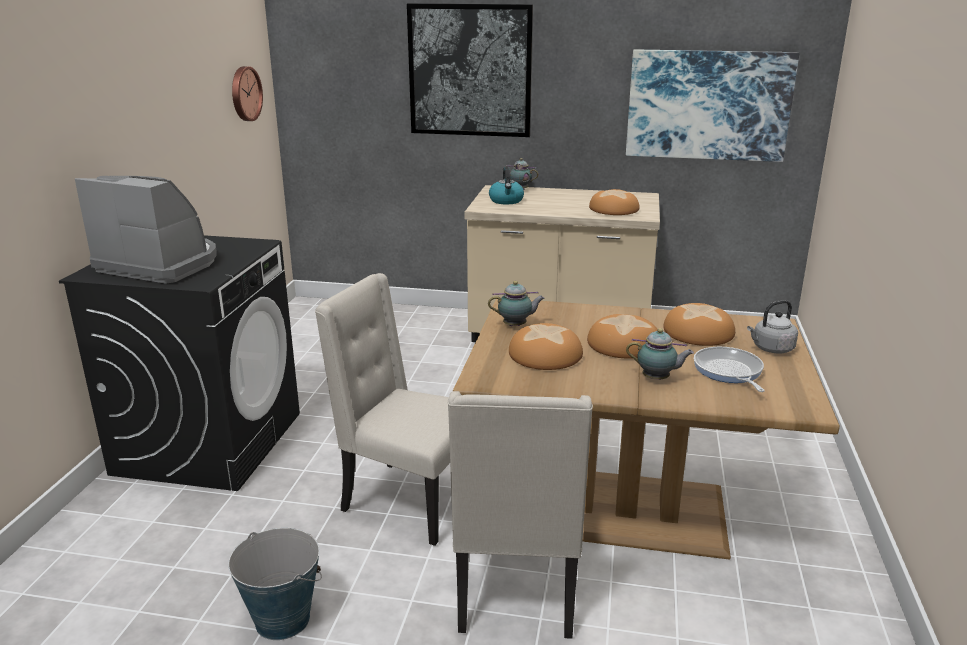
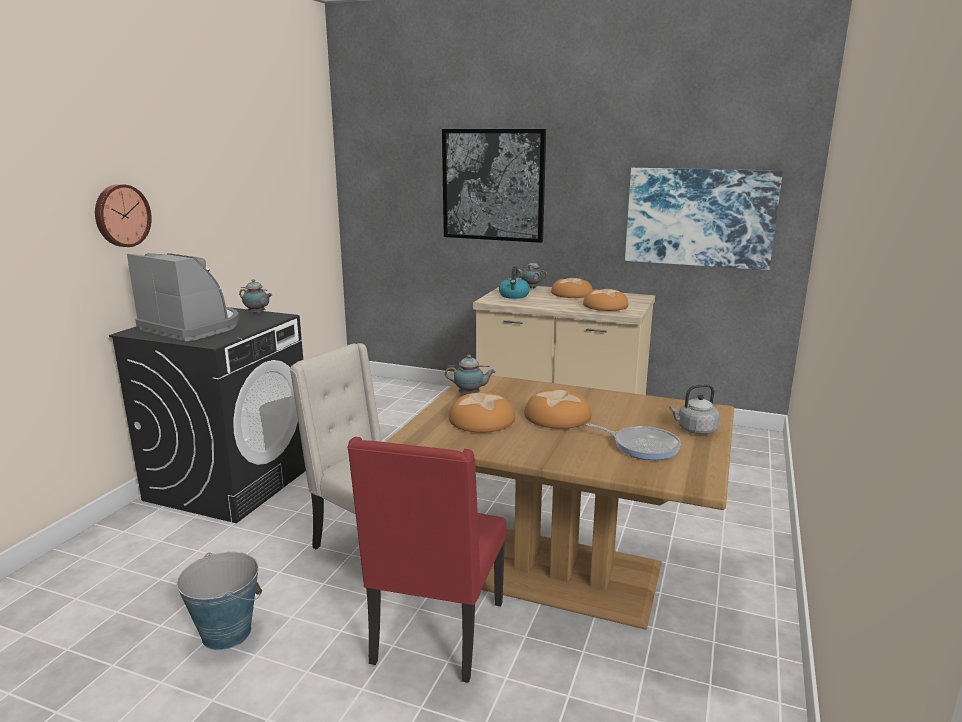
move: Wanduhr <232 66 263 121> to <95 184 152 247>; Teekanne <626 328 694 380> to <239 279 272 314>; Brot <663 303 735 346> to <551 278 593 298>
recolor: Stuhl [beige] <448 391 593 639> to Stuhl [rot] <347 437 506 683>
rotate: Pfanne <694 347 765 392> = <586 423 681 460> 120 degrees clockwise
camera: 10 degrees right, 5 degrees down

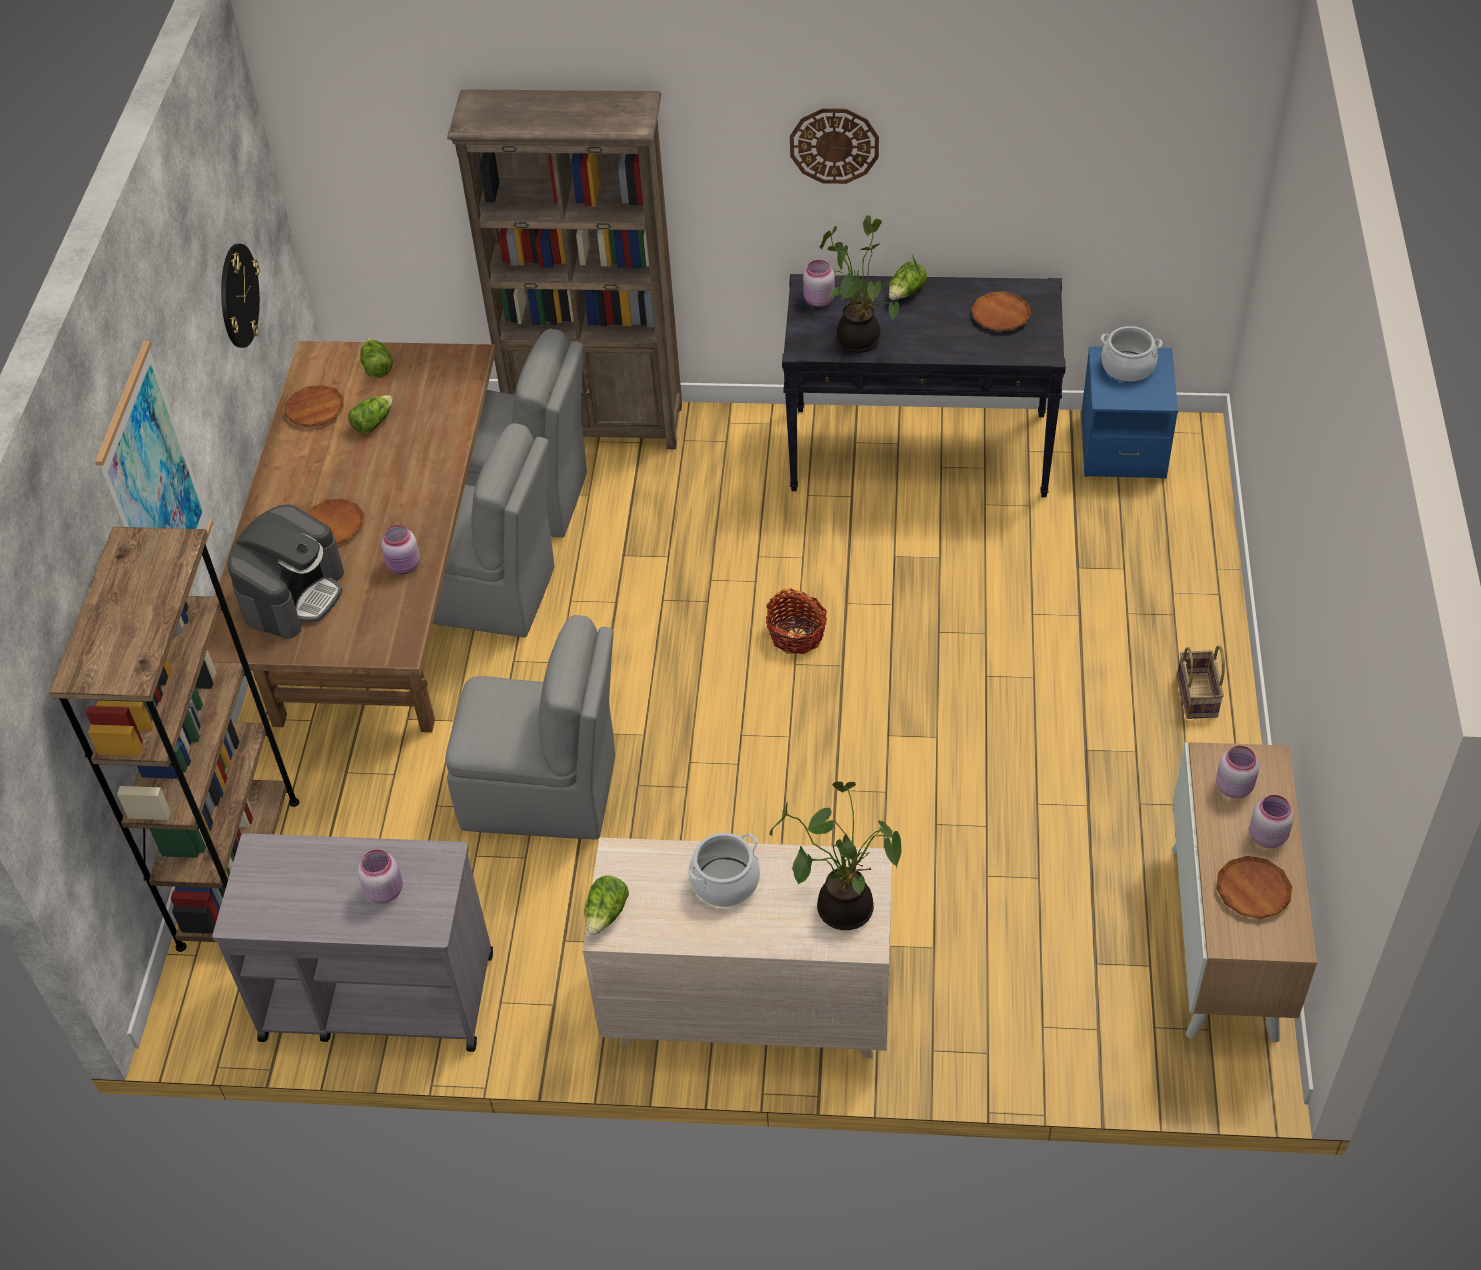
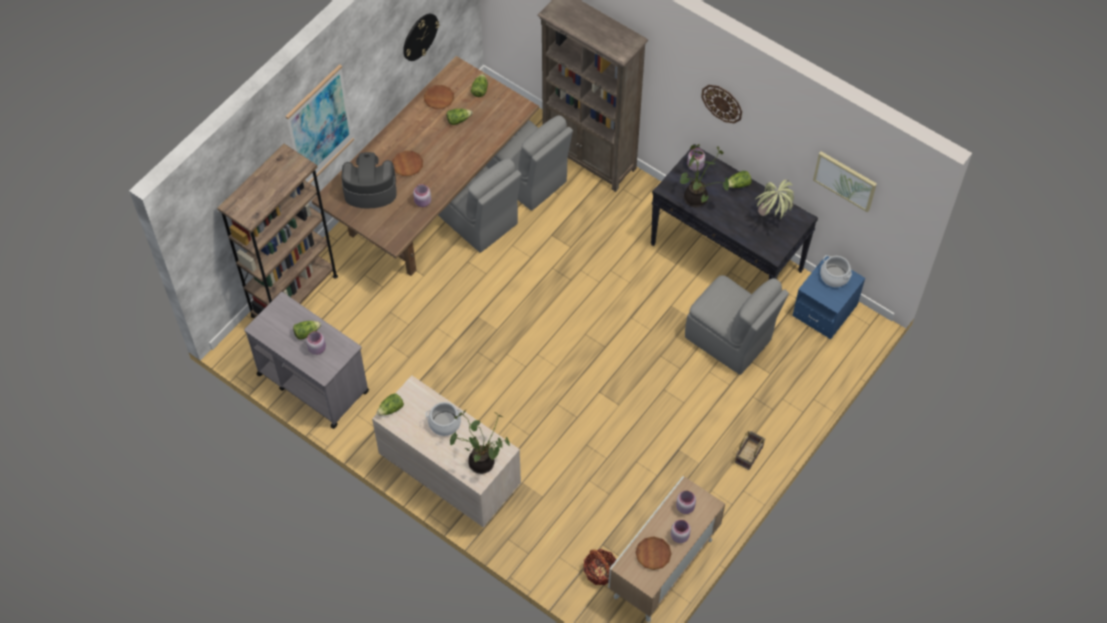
insert: Salatkopf <293 321 321 340>; Bild <813 151 877 213>
move: Stuhl [grau] <445 615 615 839> to <685 275 789 375>; Korb <766 588 827 654> to <583 549 616 585>
replace: Teller [braun] <971 291 1031 331> to Topfpflanze <755 180 794 219>
rotate: Kaffeemaschine <228 505 344 639> = <341 152 396 208> 150 degrees counterclockwise
camera: 30 degrees right, 10 degrees up

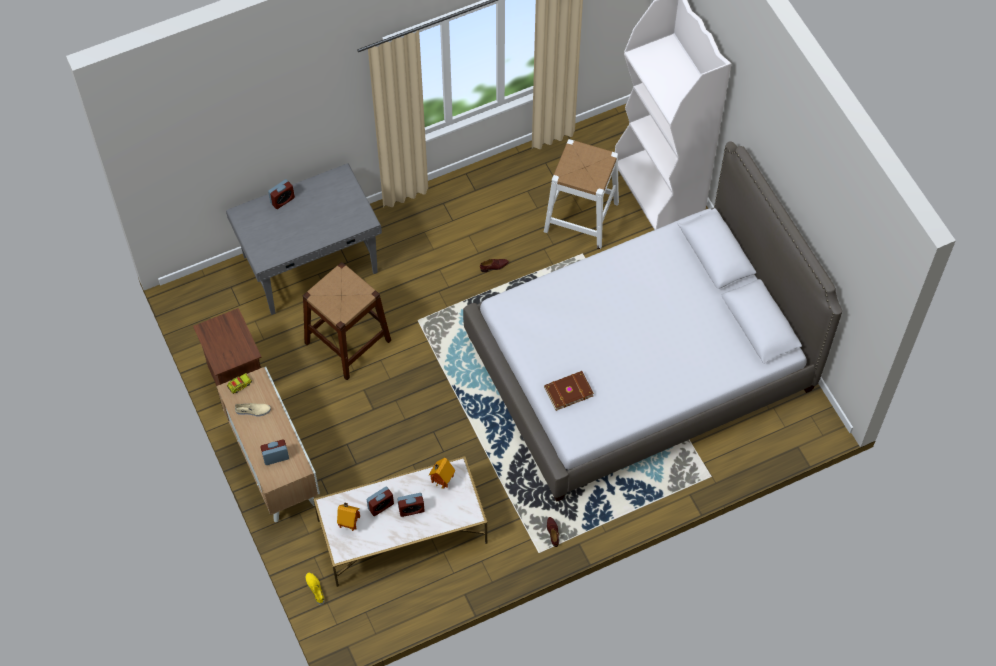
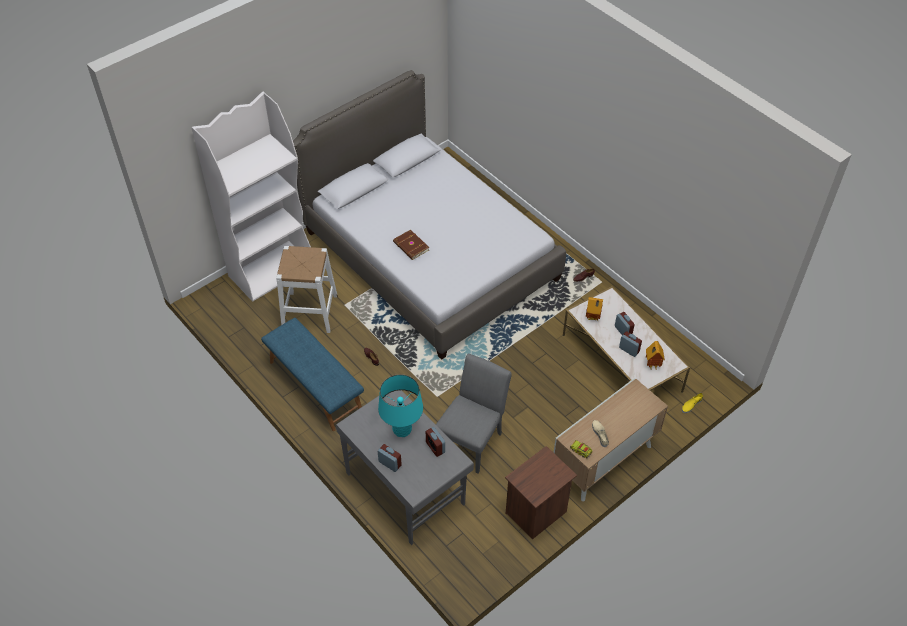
insert: Bank [blau] <261 318 364 431>; Tischlampe [türkis] <378 374 423 437>
move: Wecker <261 439 289 465> to <425 427 445 457>; Buch [braun] <544 371 594 411> to <393 230 429 260>
replace: Hocker [braun] <303 262 391 380> to Stuhl [grau] <436 354 512 474>
camera: 105 degrees left, 10 degrees down

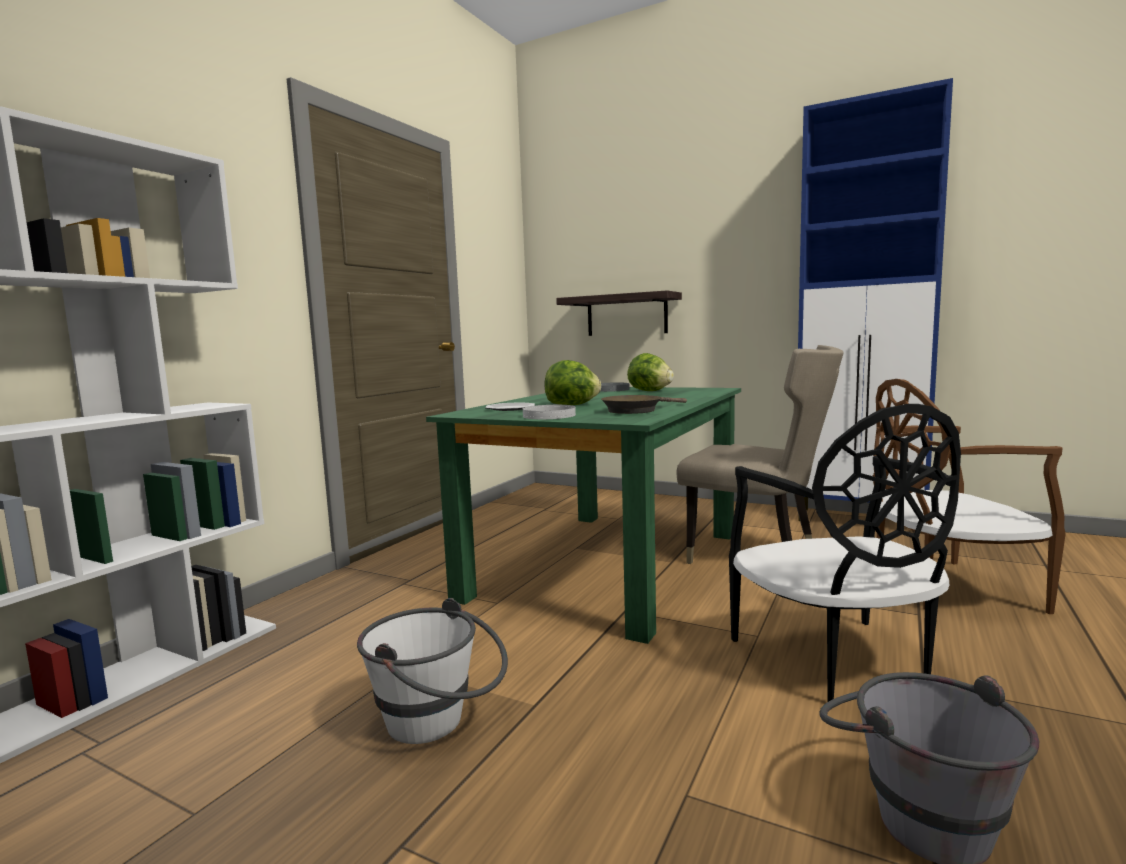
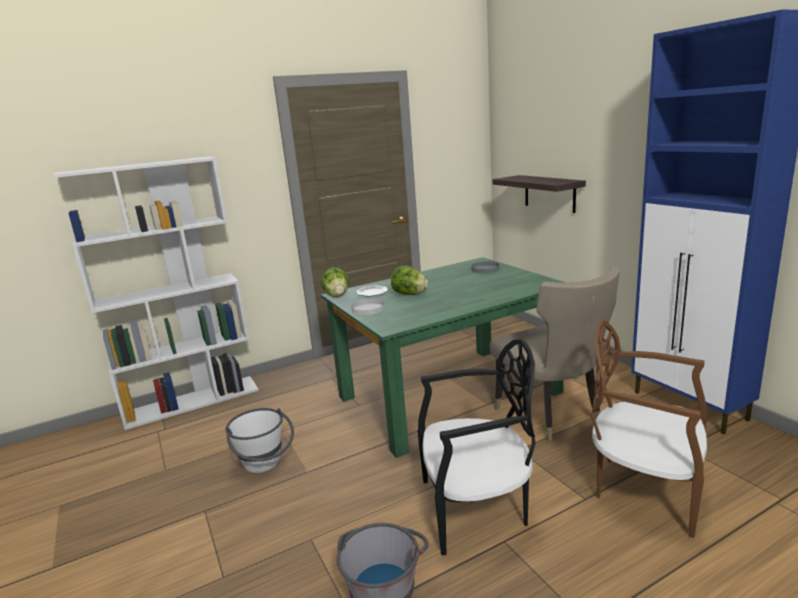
delete: Pfanne [braun] <601 395 687 414>
move: Salatkopf <627 353 674 391> to <321 267 349 298>
rotate: Stuhl [schwarz] <729 404 961 702> = <418 339 536 556> 120 degrees counterclockwise
camera: 35 degrees right, 10 degrees up

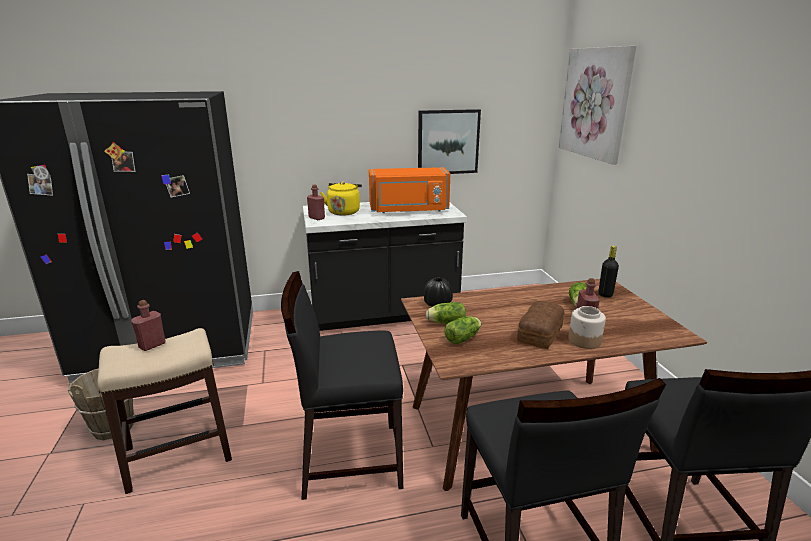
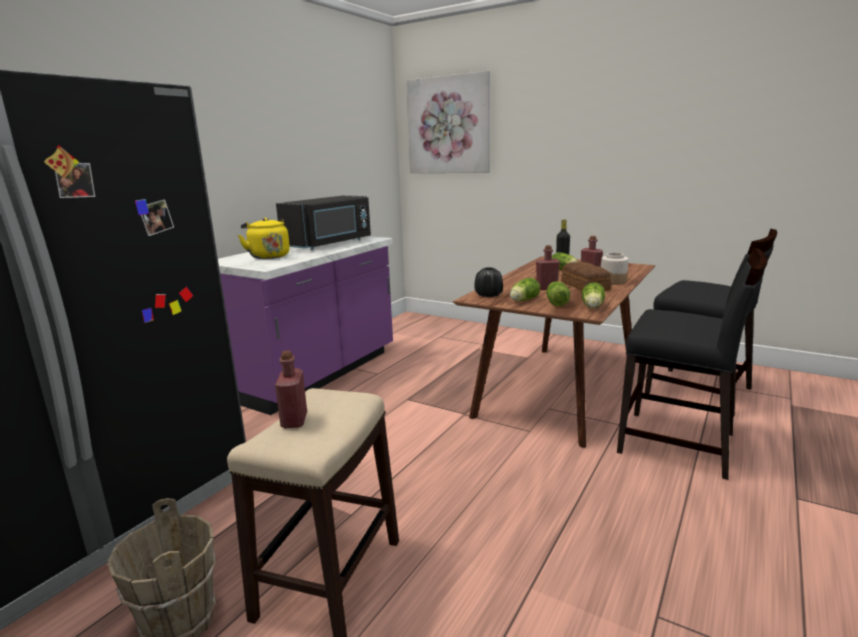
delete: Stuhl [schwarz] <281 271 403 500>; Bild <418 109 481 174>
insert: Salatkopf <582 282 605 308>
move: Flasche [rot] <307 185 325 220> to <536 245 560 290>
recolor: Küchenzeile [schwarz] <303 202 467 331> to Küchenzeile [lila] <218 236 393 415>; Mikrowelle [orange] <369 167 450 213> to Mikrowelle [schwarz] <276 195 371 250>
camera: 45 degrees left, 5 degrees down

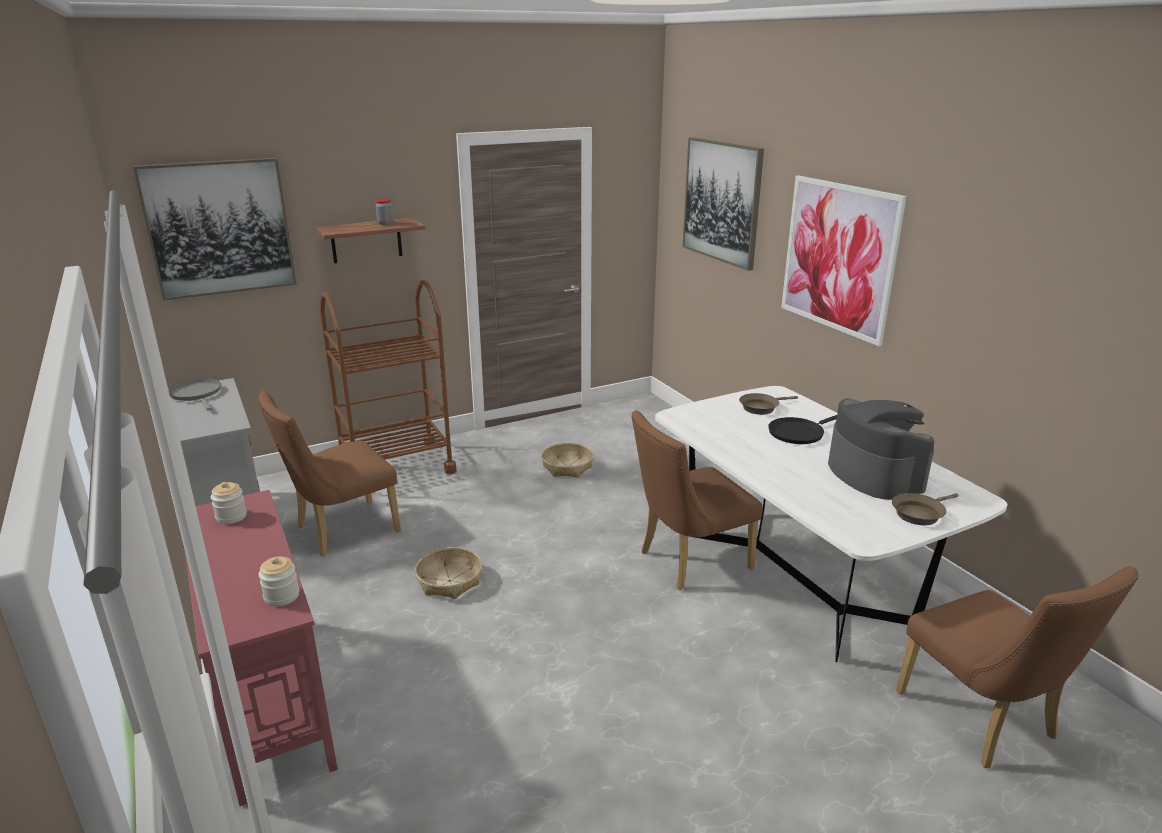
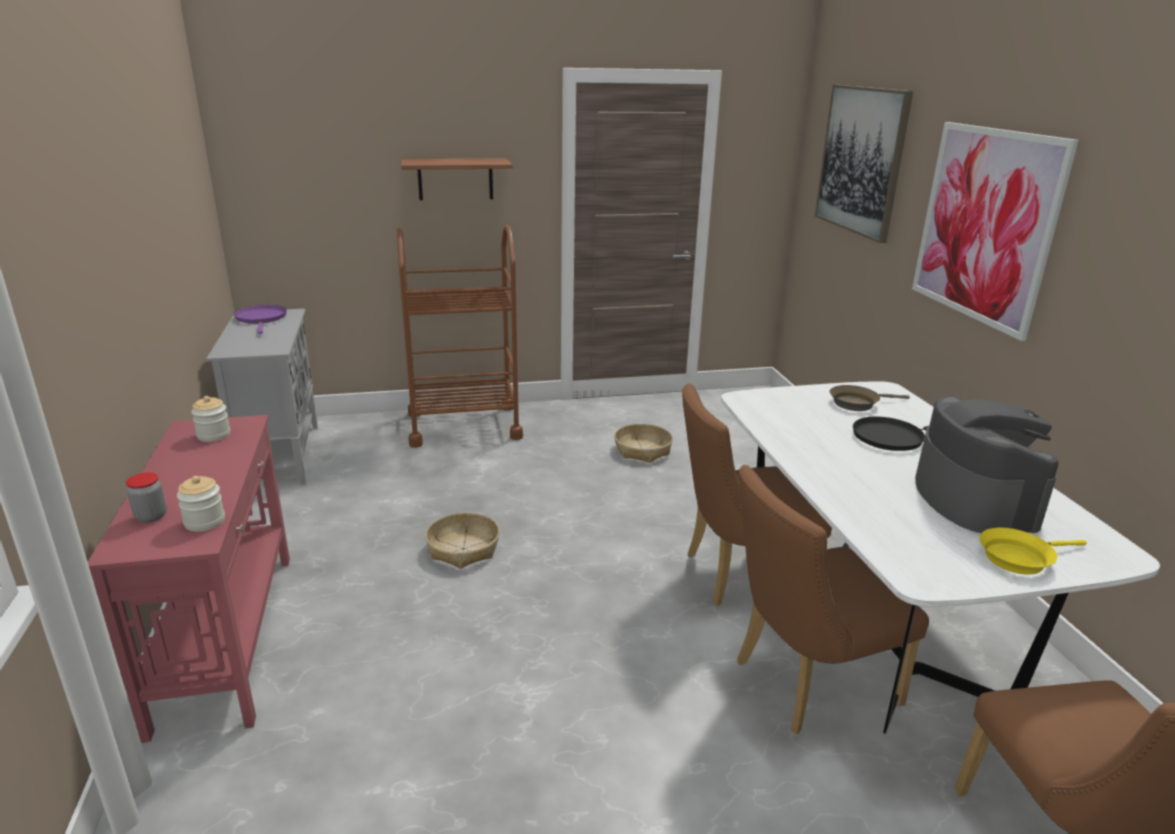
delete: Bild <133 158 297 301>
move: Stuhl [braun] <258 391 401 557> to <737 465 929 735>; Vorratsglas <375 199 394 225> to <126 472 167 523>
recolor: Pfanne [grau] <168 378 221 411> to Pfanne [lila] <234 305 287 334>; Pfanne [braun] <892 493 959 525> to Pfanne [gelb] <979 528 1087 575>
camera: 15 degrees right, 0 degrees up

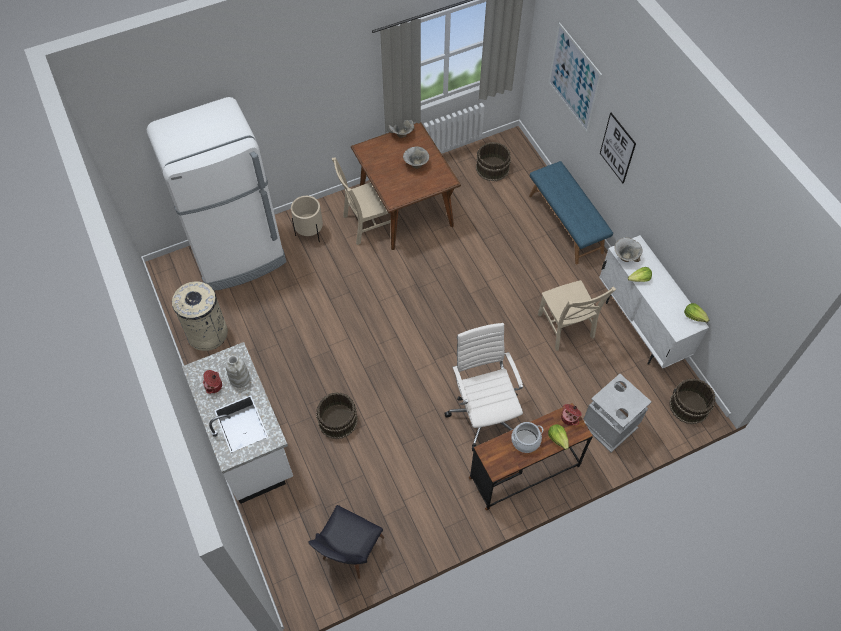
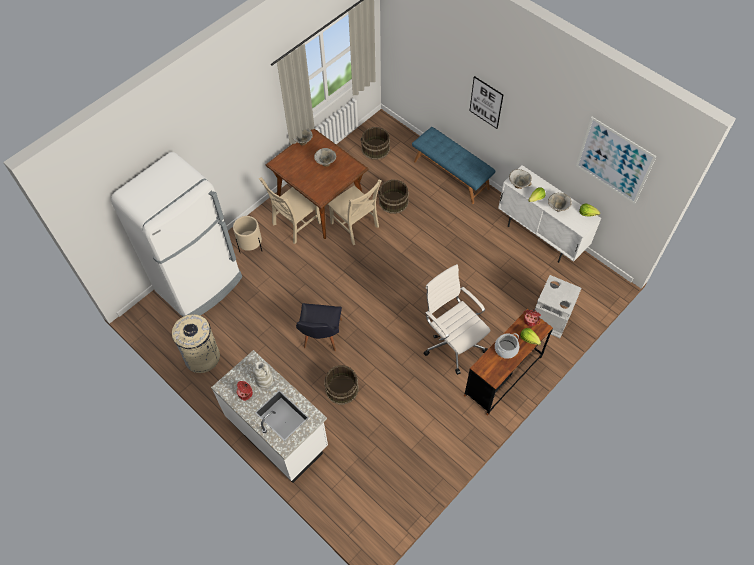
insert: Schüssel <548 193 572 212>
move: Stuhl [schwarz] <308 505 384 579> to <296 303 342 351>; Stuhl [beige] <538 280 616 351> to <328 179 382 245>; Bild <548 22 602 133> to <576 117 657 204>; Eimer [braun] <669 378 716 424> to <378 180 409 214>
camera: 20 degrees left, 0 degrees up

